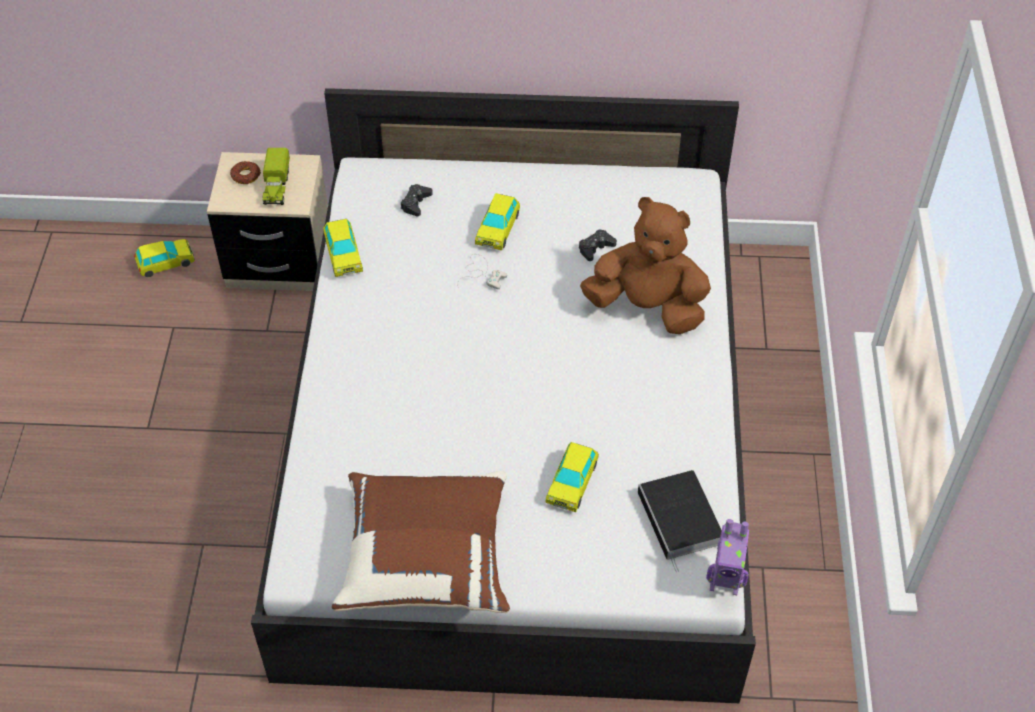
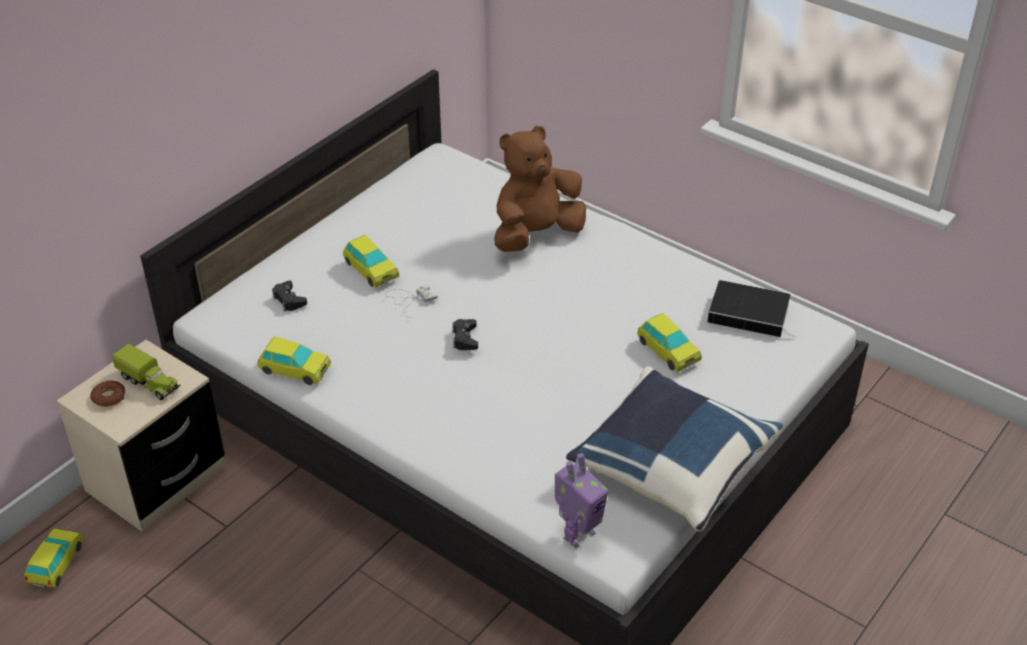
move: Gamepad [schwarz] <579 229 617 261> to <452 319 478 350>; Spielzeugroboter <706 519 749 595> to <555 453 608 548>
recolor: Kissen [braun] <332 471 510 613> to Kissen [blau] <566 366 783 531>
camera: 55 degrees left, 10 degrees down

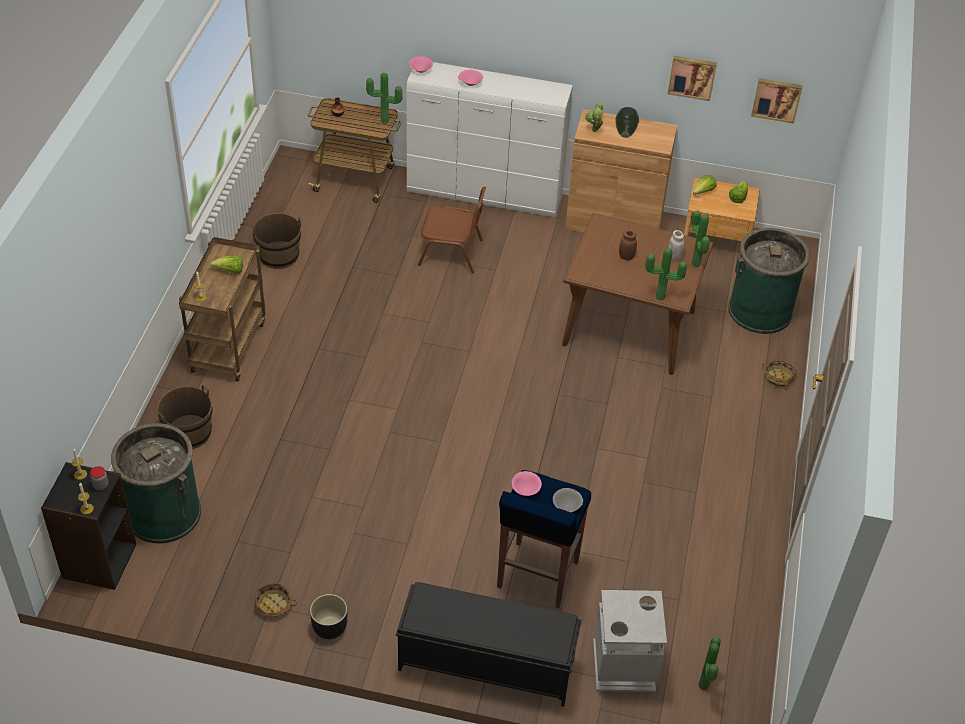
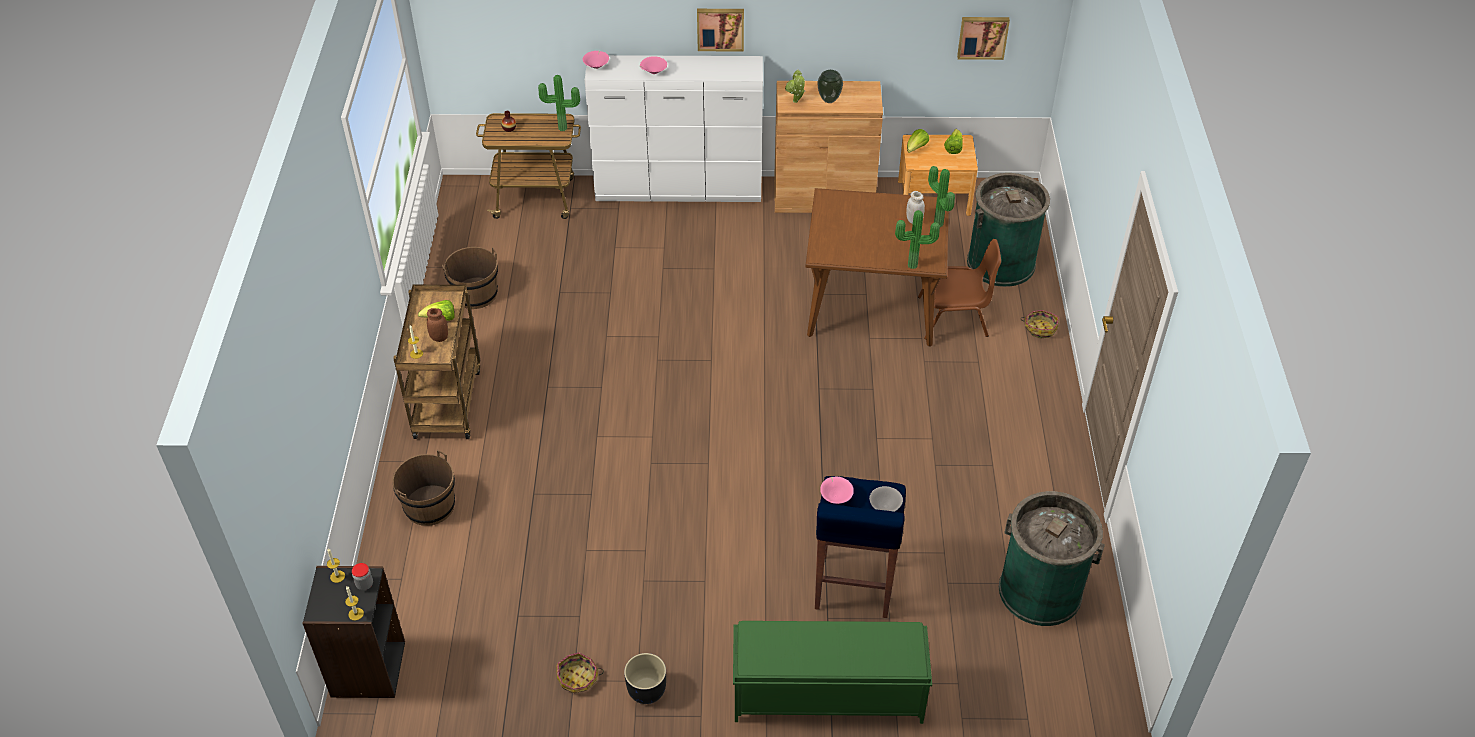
delete: Mülleimer [grau] <593 590 667 692>; Topfpflanze <699 636 721 690>
move: Mülleimer [grün] <111 423 201 544> to <999 491 1105 626>; Stuhl [braun] <418 187 486 273> to <918 239 1001 340>; Vorratsglas [braun] <619 230 637 261> to <427 308 448 342>; Bild <668 56 717 101> to <697 9 744 52>
recolor: Bank [schwarz] <396 582 582 707> to Bank [grün] <733 621 932 724>
camera: 10 degrees left, 0 degrees up

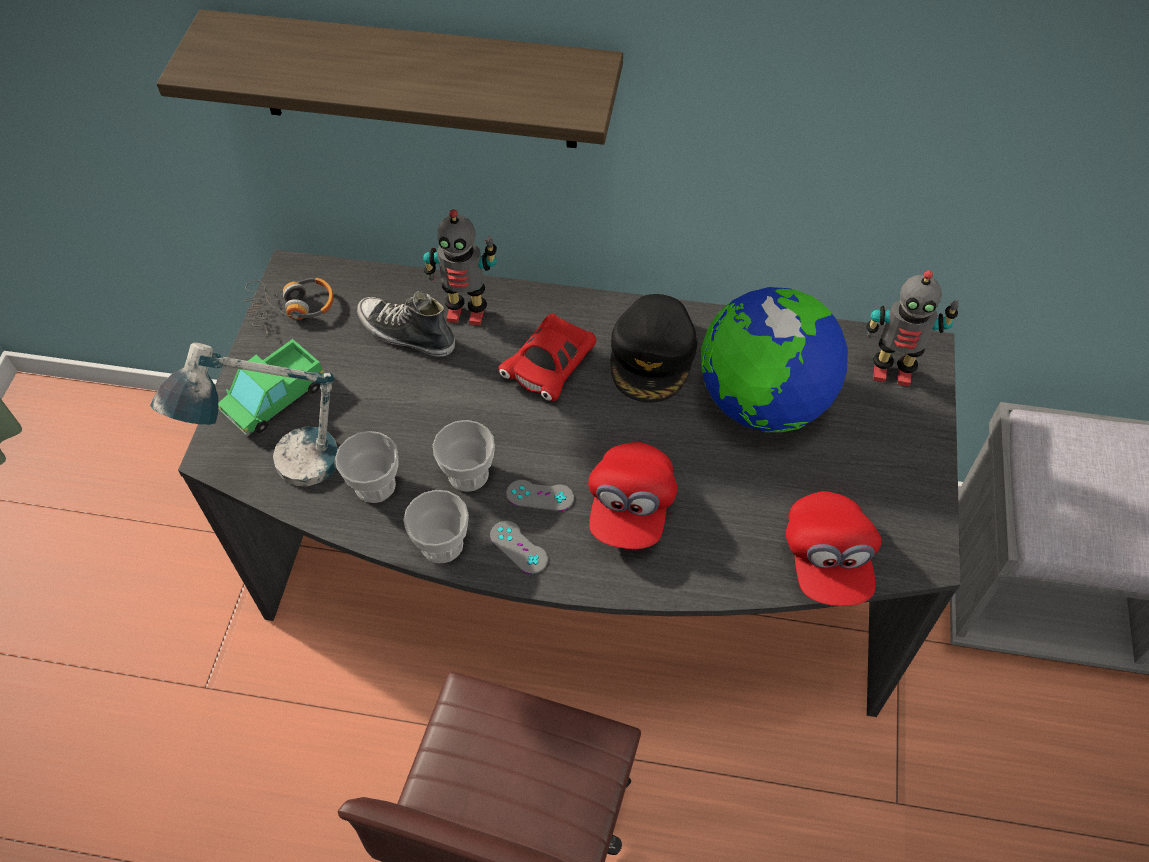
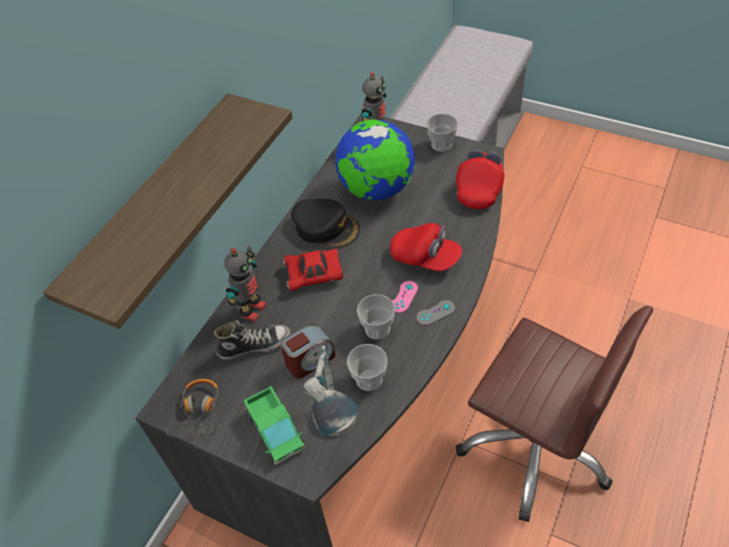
insert: Wecker <280 324 336 379>
move: Tasse <403 490 469 563> to <427 114 458 152>
recolor: Gamepad [grau] <506 480 574 511> to Gamepad [rosa] <393 281 418 313>
rotate: Schuh <357 291 455 357> = <214 320 291 360> 150 degrees counterclockwise; Spielzeugauto [rot] <498 314 596 401> = <283 249 343 291> 120 degrees clockwise; Kappe [rot] <786 491 882 606> = <456 149 504 209> 90 degrees counterclockwise
camera: 70 degrees left, 5 degrees down

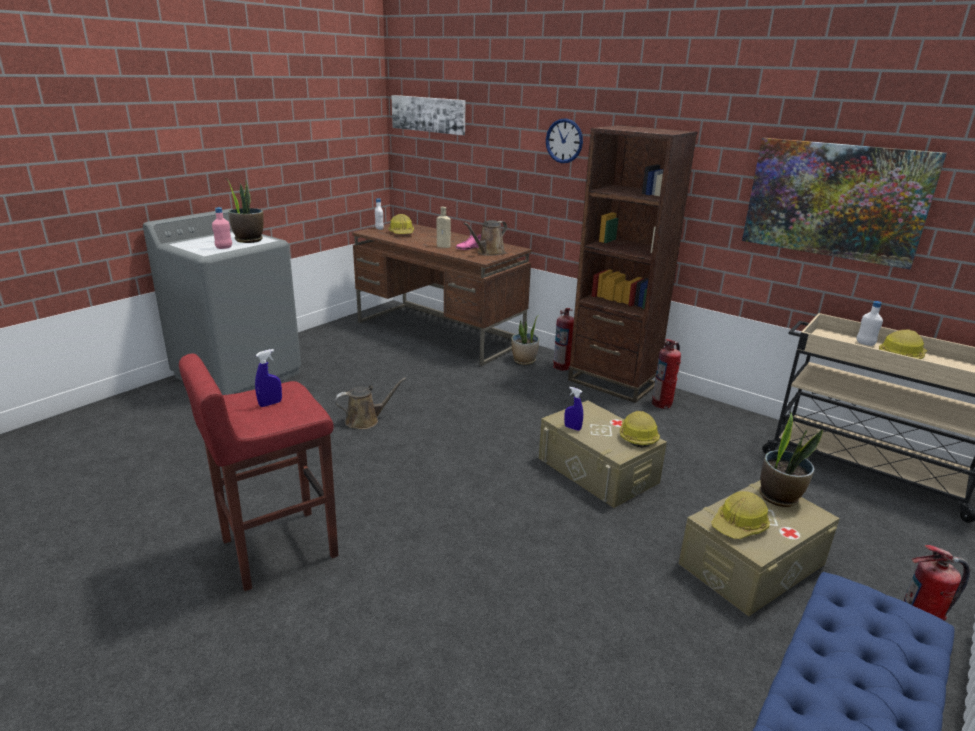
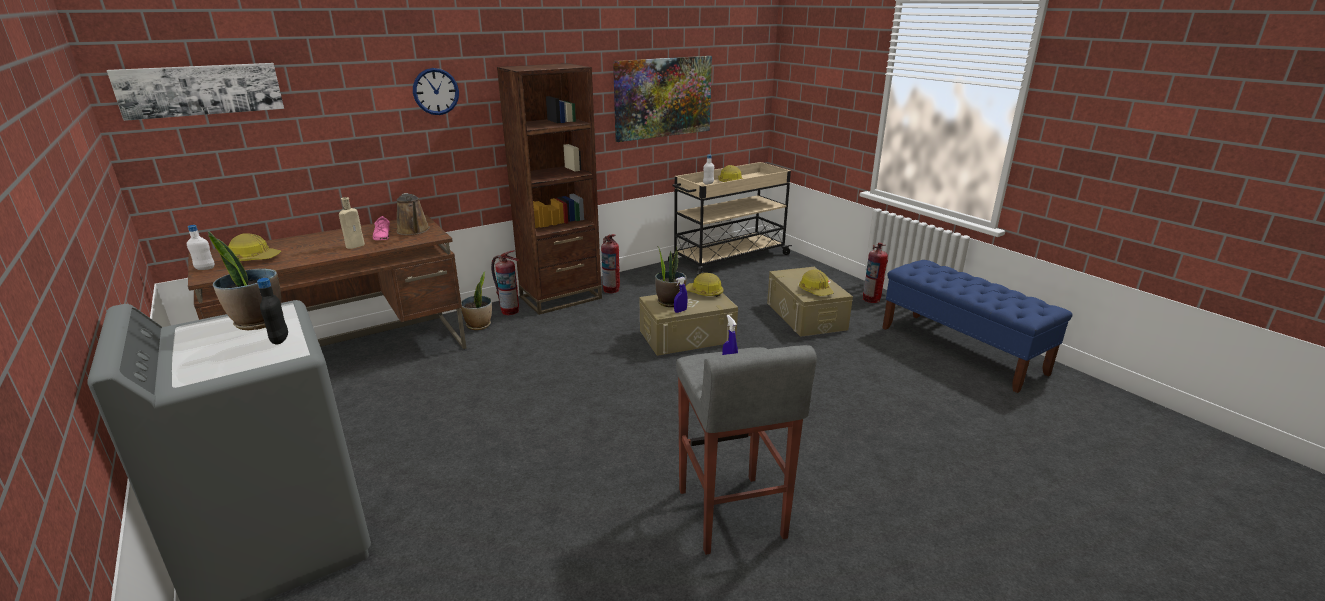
delete: Gießkanne [braun] <335 378 406 429>
move: Topfpflanze <759 413 823 507> to <655 246 687 307>
recolor: Hocker [rot] <179 354 338 591> to Hocker [grau] <676 345 817 555>; Flasche [rosa] <212 207 232 249> to Flasche [schwarz] <257 278 288 345>
camera: 70 degrees left, 0 degrees up

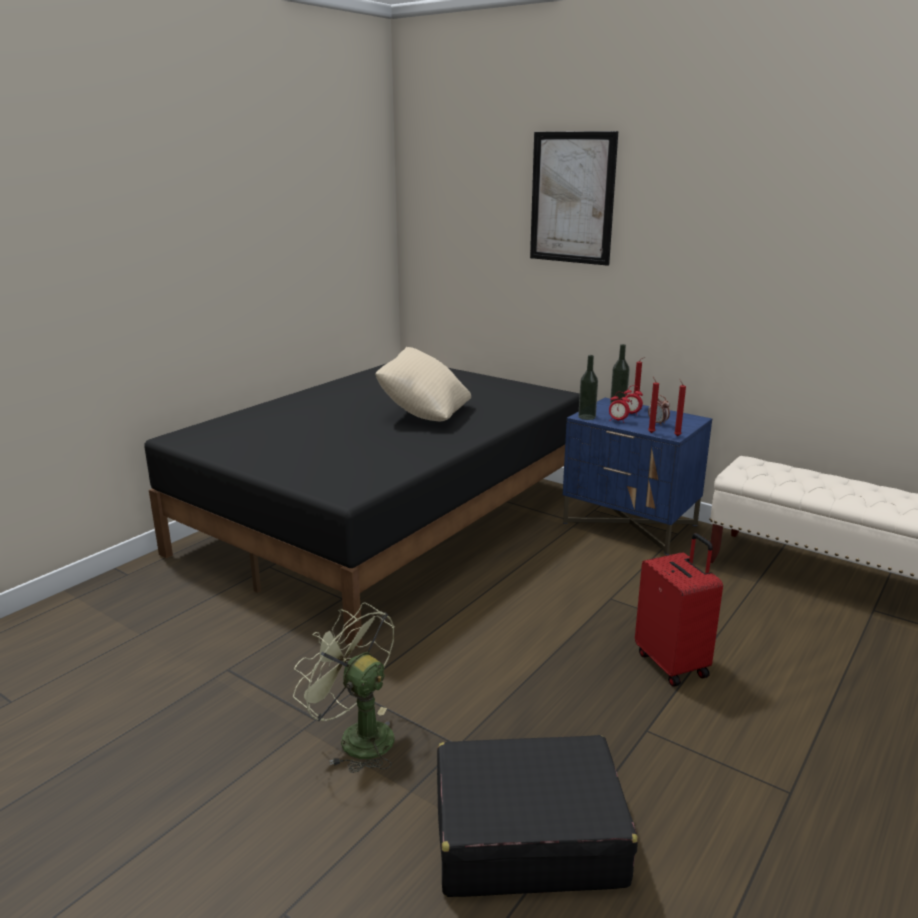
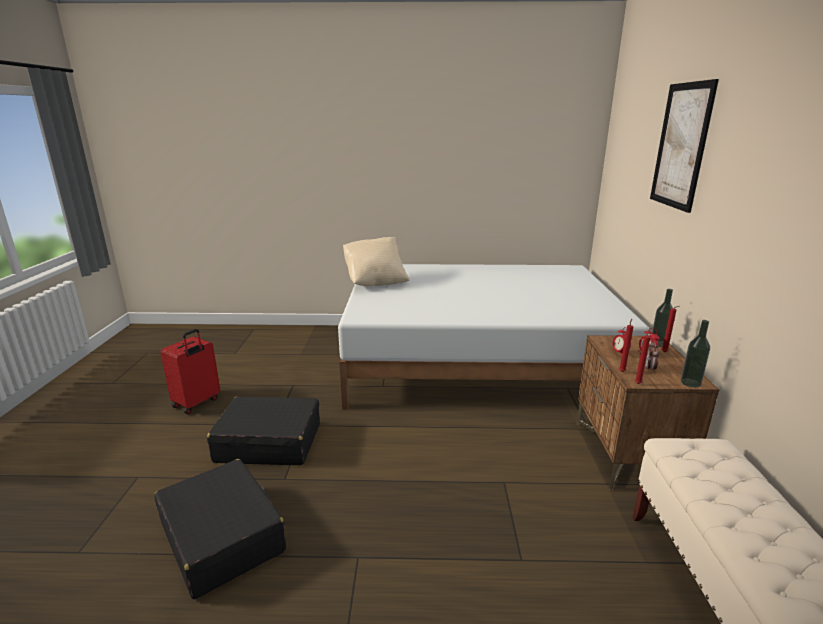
move: Kissen [beige] <375 347 471 421> to <343 237 409 286>; Flasche <578 355 598 420> to <681 320 710 388>; Koffer [rot] <635 533 723 687> to <160 329 220 414>
replace: Ventilator [grün] <293 602 395 773> to Koffer [schwarz] <207 397 320 465>
recolor: Bett [schwarz] <144 363 580 648> to Bett [weiß] <338 264 649 410>; Nachttisch [blau] <563 398 712 555> to Nachttisch [braun] <576 335 719 491>
camera: 55 degrees right, 0 degrees up

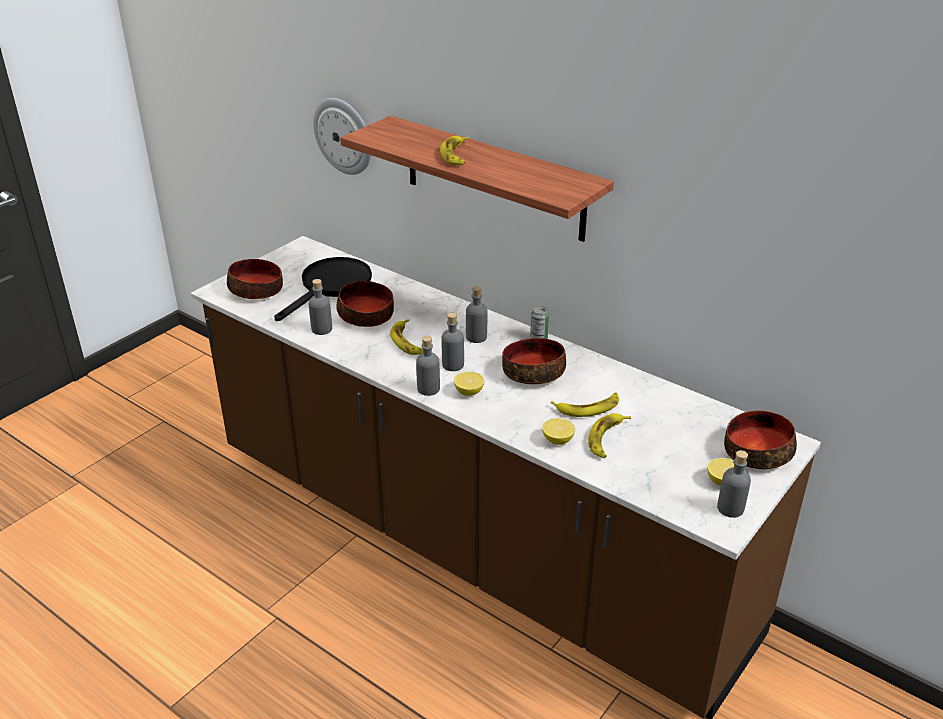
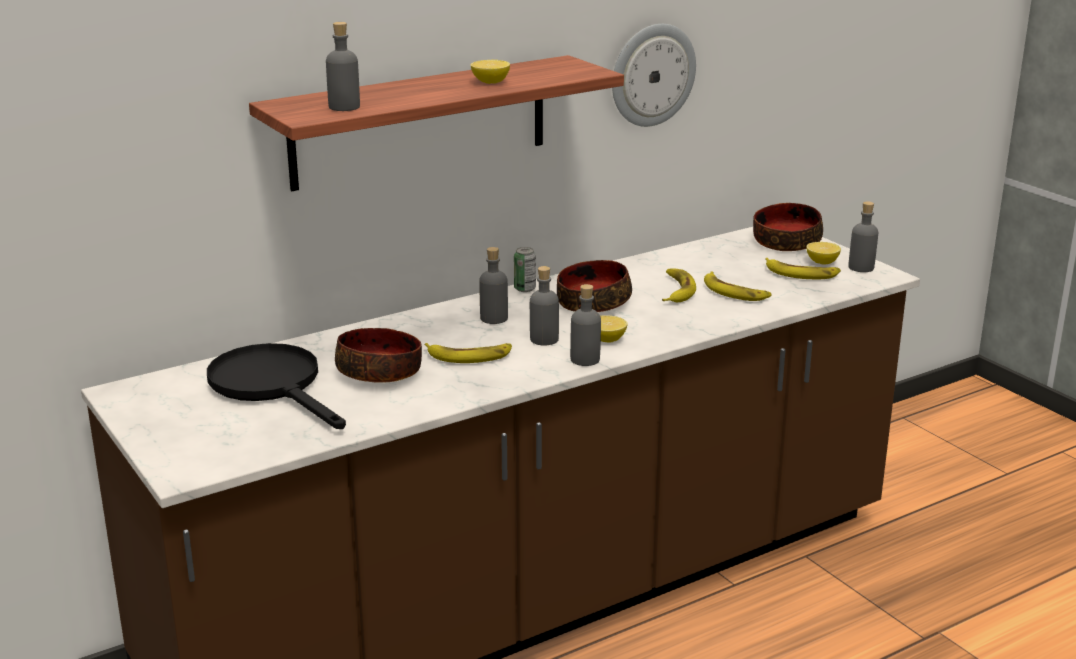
delete: Schüssel <227 259 283 299>
move: Flasche [grau] <308 279 332 335> to <326 22 360 111>; Wanduhr <313 98 371 175> to <612 24 696 127>; Banane <440 136 469 165> to <765 258 841 279>; Zitrone <542 418 575 445> to <470 60 510 84>
camera: 70 degrees left, 10 degrees down

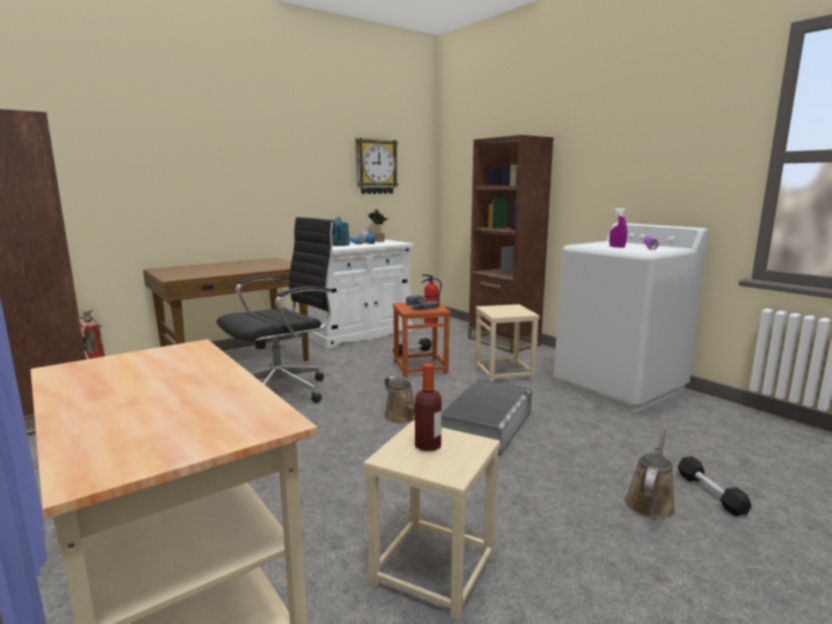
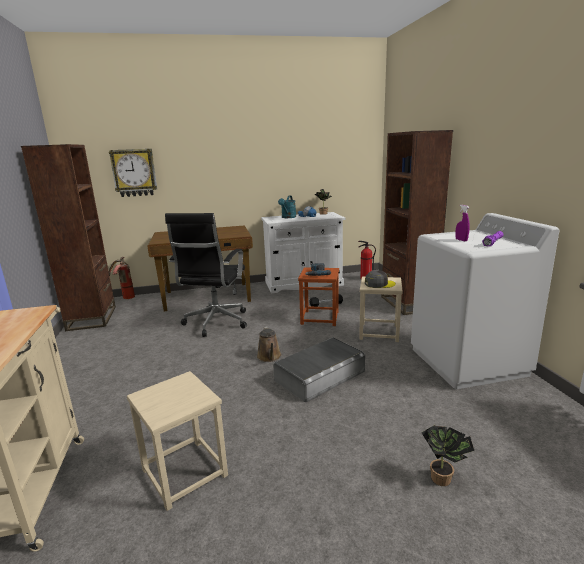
delete: Flasche <415 363 442 451>; Gießkanne [braun] <624 425 676 519>
insert: Kappe [grau] <365 270 396 288>
move: Wanduhr <355 138 399 194> to <109 149 157 197>
replace: Hantel [schwarz] <678 456 752 516> to Topfpflanze <421 425 474 486>
rotate: Bürostuhl [schwarz] <217 217 335 403> = <165 213 247 337> 120 degrees clockwise
camera: 25 degrees right, 5 degrees up

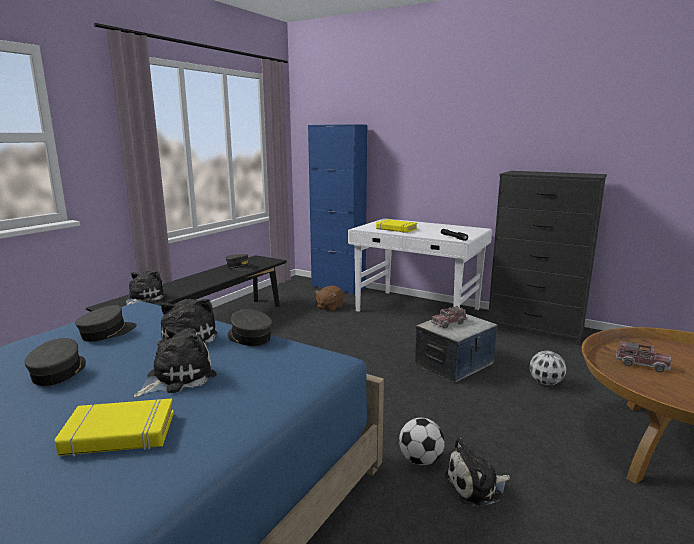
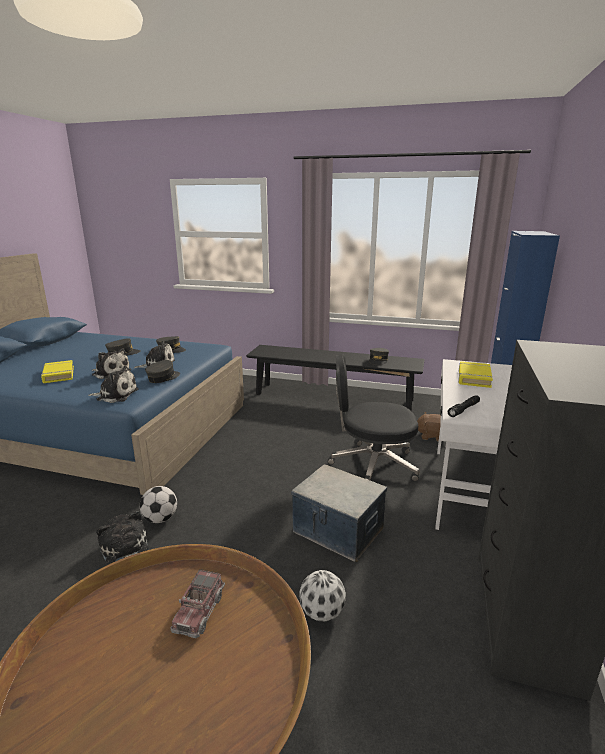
delete: Spielzeuglaster <431 306 467 328>
insert: Bürostuhl [schwarz] <328 354 420 481>
move: Plüschtier <125 271 166 305> to <88 366 139 403>
camera: 75 degrees right, 5 degrees up

